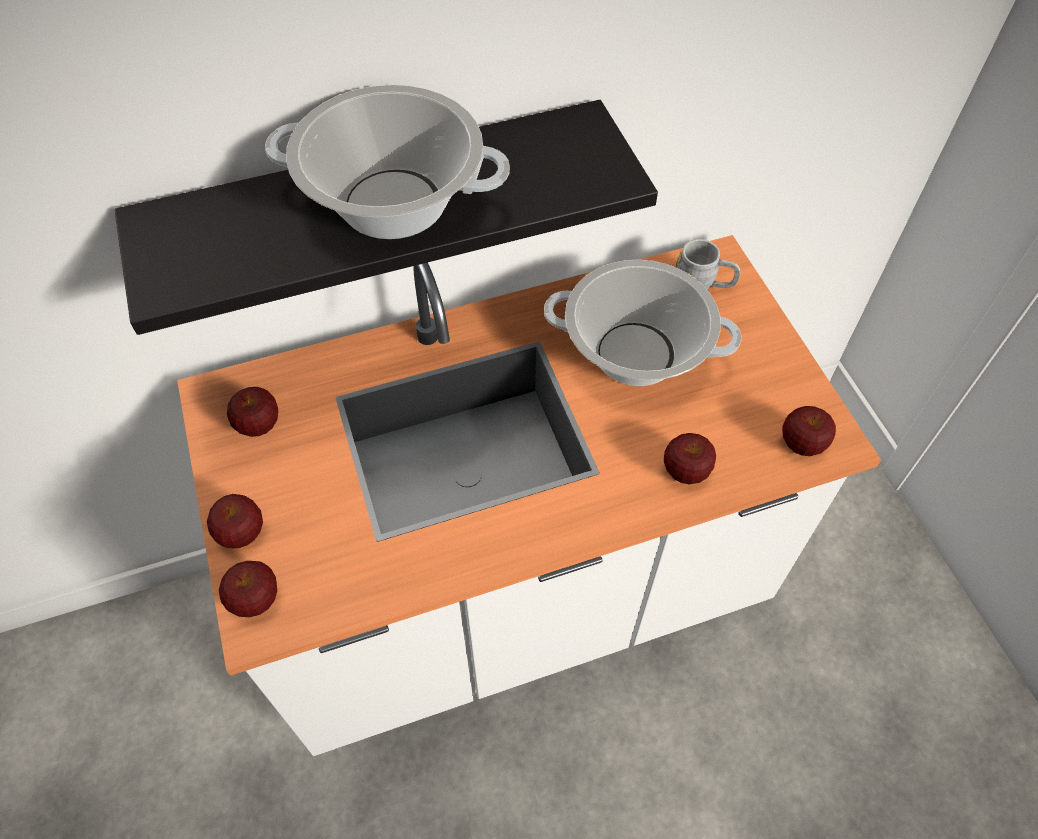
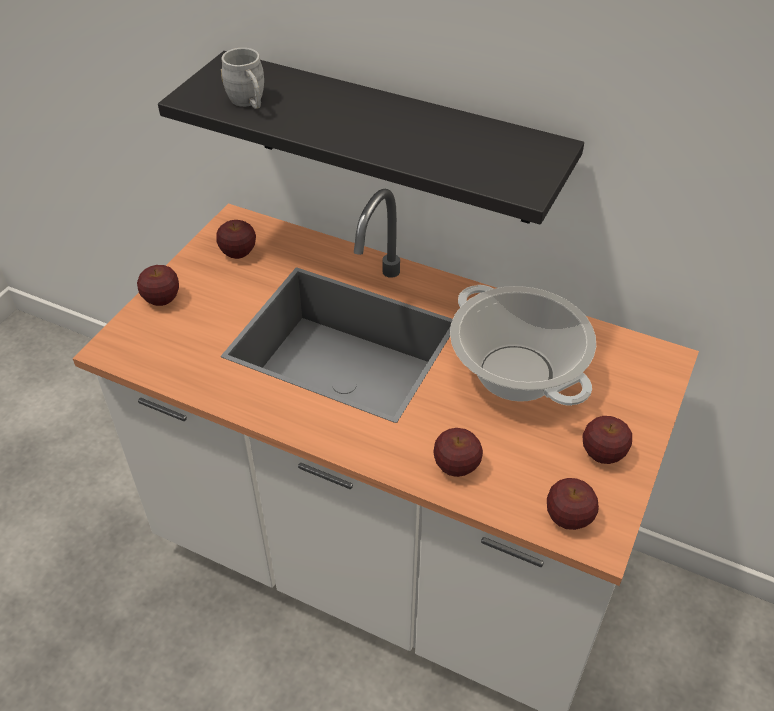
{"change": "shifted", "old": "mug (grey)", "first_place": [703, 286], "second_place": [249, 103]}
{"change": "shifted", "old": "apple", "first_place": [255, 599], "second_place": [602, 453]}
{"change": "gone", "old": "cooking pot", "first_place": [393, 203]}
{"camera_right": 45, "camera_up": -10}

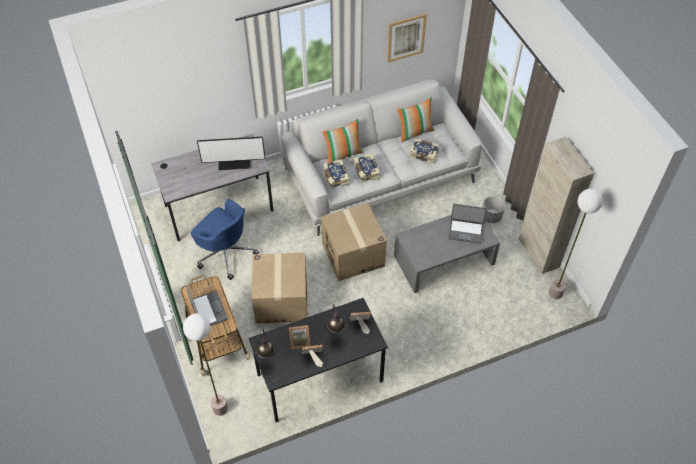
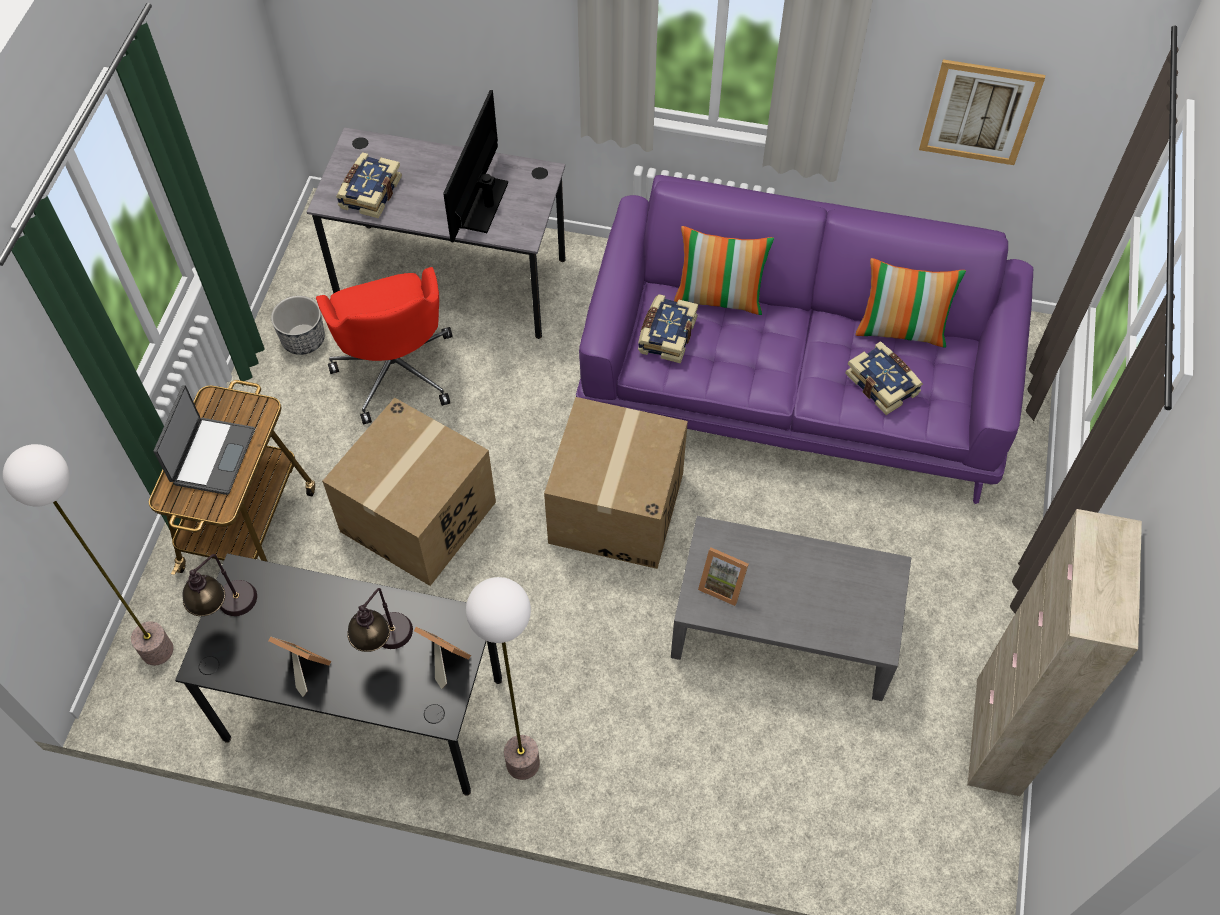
{"change": "shifted", "old": "planter", "first_place": [491, 216], "second_place": [303, 339]}
{"change": "repainted", "old": "office chair (blue)", "new": "office chair (red)", "first_place": [225, 253], "second_place": [396, 369]}
{"change": "shifted", "old": "book", "first_place": [366, 171], "second_place": [369, 192]}
{"change": "rotated", "old": "monitor", "first_place": [234, 163], "second_place": [482, 204], "degrees": 75}
{"change": "shifted", "old": "floor lamp", "first_place": [555, 293], "second_place": [523, 764]}
{"change": "repainted", "old": "sofa (white)", "new": "sofa (purple)", "first_place": [381, 175], "second_place": [796, 383]}
{"change": "shifted", "old": "picture frame", "first_place": [299, 341], "second_place": [723, 584]}
{"change": "gone", "old": "laptop", "first_place": [465, 231]}
{"camera_right": 35, "camera_up": 5}

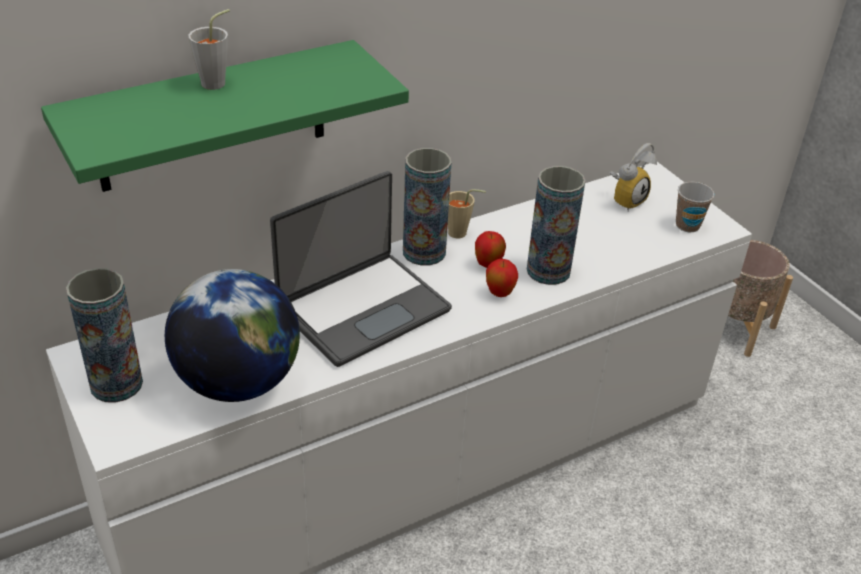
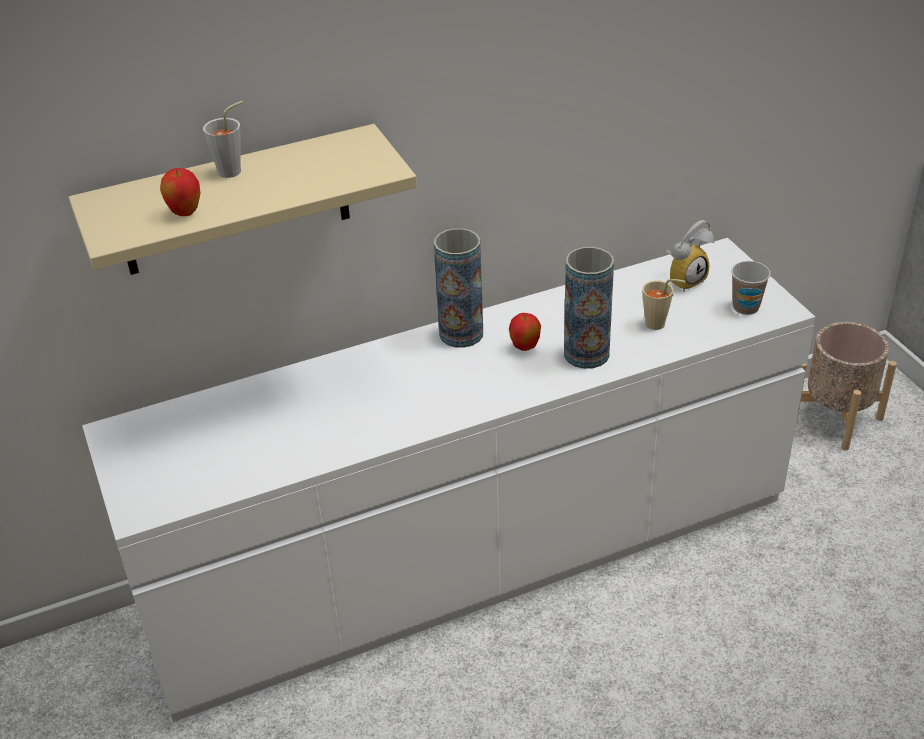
{"change": "repainted", "old": "shelf (green)", "new": "shelf (beige)", "first_place": [212, 117], "second_place": [234, 202]}
{"change": "shifted", "old": "apple", "first_place": [499, 293], "second_place": [185, 213]}
{"change": "shifted", "old": "cup (beige)", "first_place": [461, 233], "second_place": [659, 325]}
{"change": "gone", "old": "vase", "first_place": [116, 384]}
{"change": "gone", "old": "globe", "first_place": [238, 382]}
{"change": "gone", "old": "laptop", "first_place": [362, 308]}
{"camera_right": 10, "camera_up": 0}

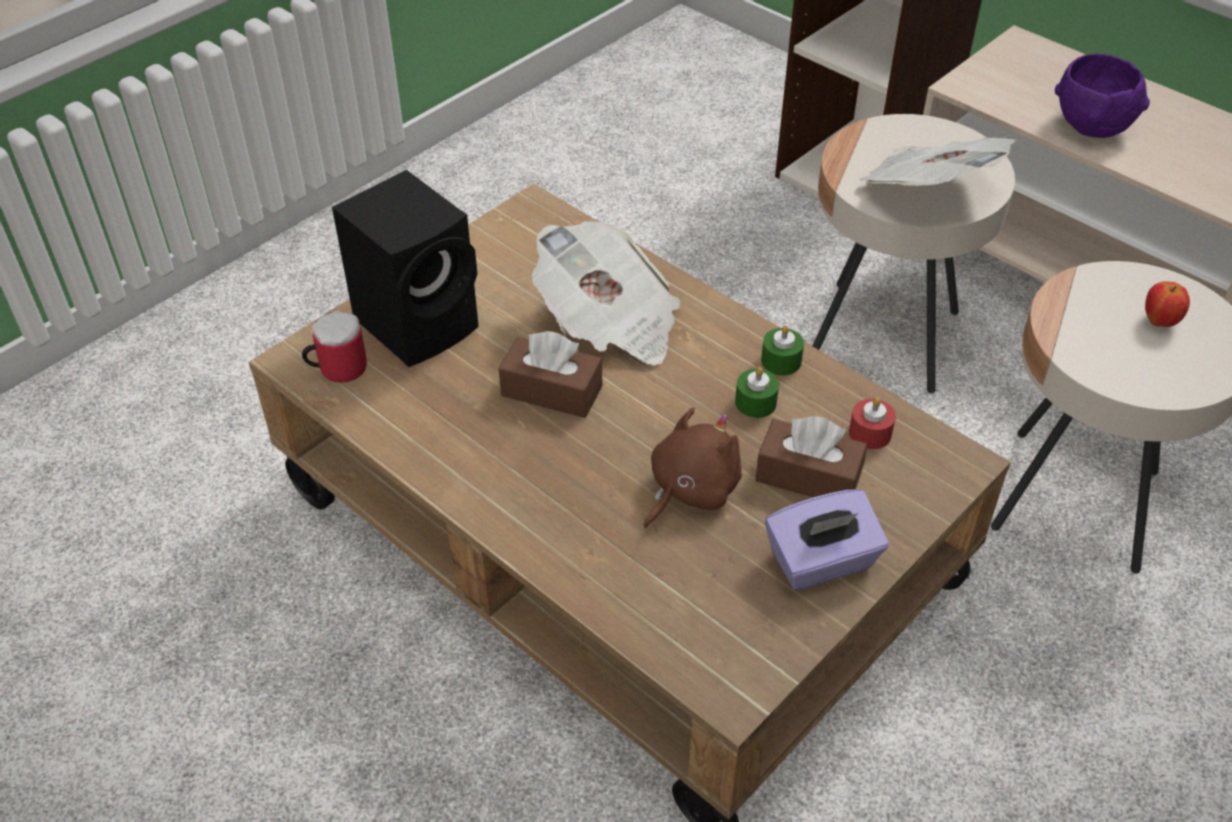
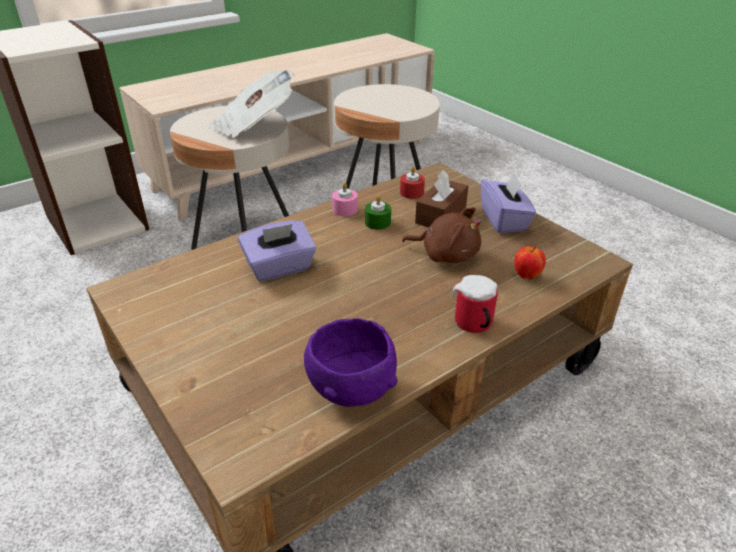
{"change": "swapped", "old": "newspaper", "new": "tissue box (purple)", "first_place": [609, 323], "second_place": [280, 268]}
{"change": "shifted", "old": "bowl (purple)", "first_place": [1091, 126], "second_place": [351, 390]}
{"change": "repainted", "old": "candle (green)", "new": "candle (pink)", "first_place": [781, 361], "second_place": [345, 209]}
{"change": "rotated", "old": "plush toy (brown)", "first_place": [690, 490], "second_place": [446, 254], "degrees": 150}
{"change": "shifted", "old": "mug", "first_place": [336, 368], "second_place": [473, 325]}
{"change": "shifted", "old": "apple", "first_place": [1159, 321], "second_place": [526, 276]}
{"change": "gone", "old": "speaker (black)", "first_place": [420, 322]}
{"change": "gone", "old": "tissue box (brown)", "first_place": [551, 391]}
{"camera_right": -80, "camera_up": -10}

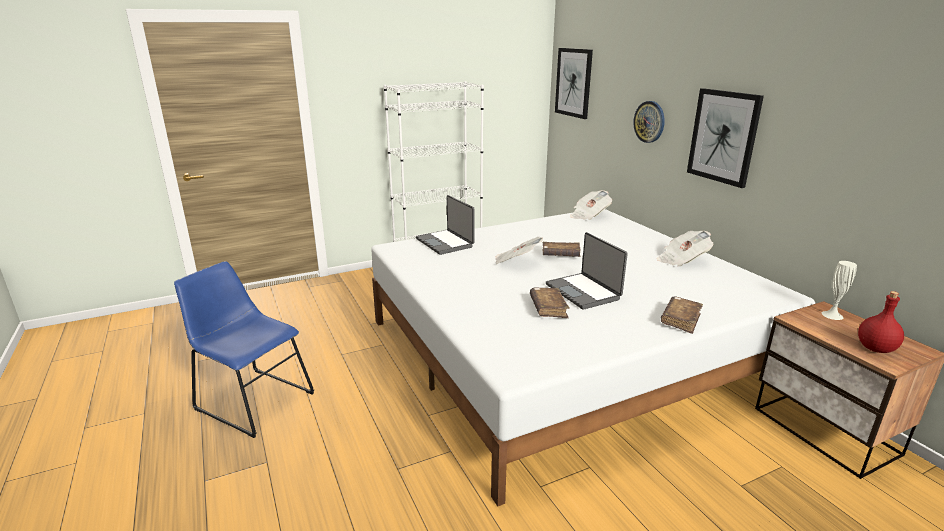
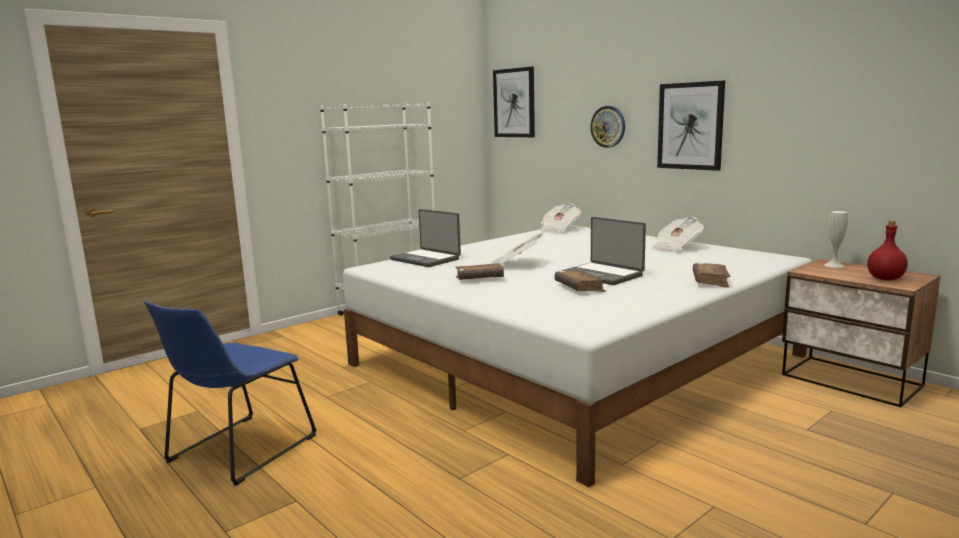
{"change": "rotated", "old": "chair (blue)", "first_place": [251, 399], "second_place": [238, 451], "degrees": -75}
{"change": "shifted", "old": "book (brown)", "first_place": [560, 255], "second_place": [479, 279]}
{"camera_right": -15, "camera_up": -10}

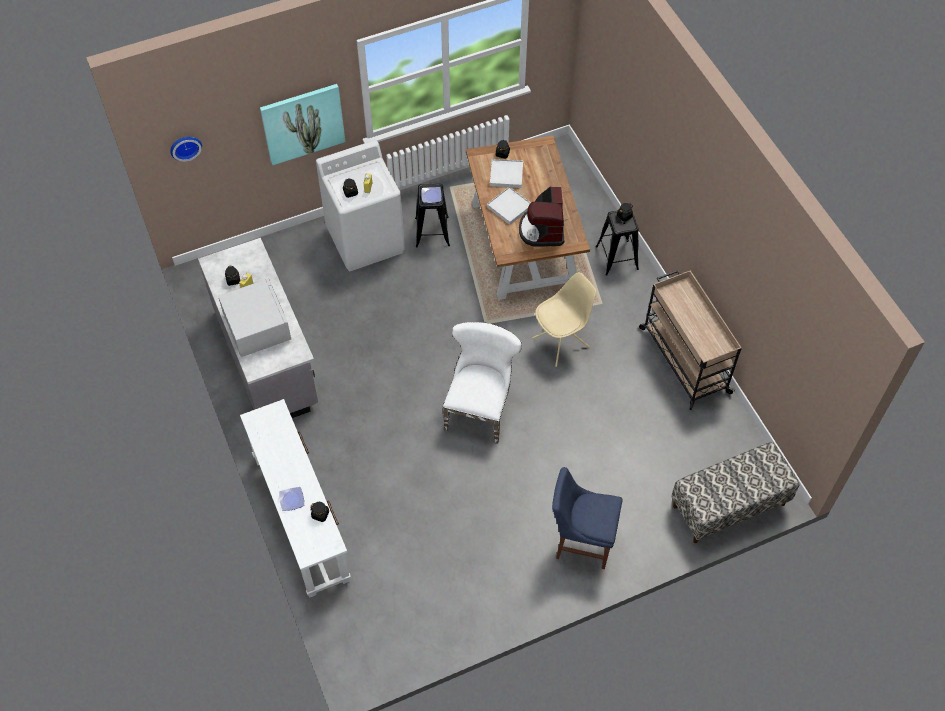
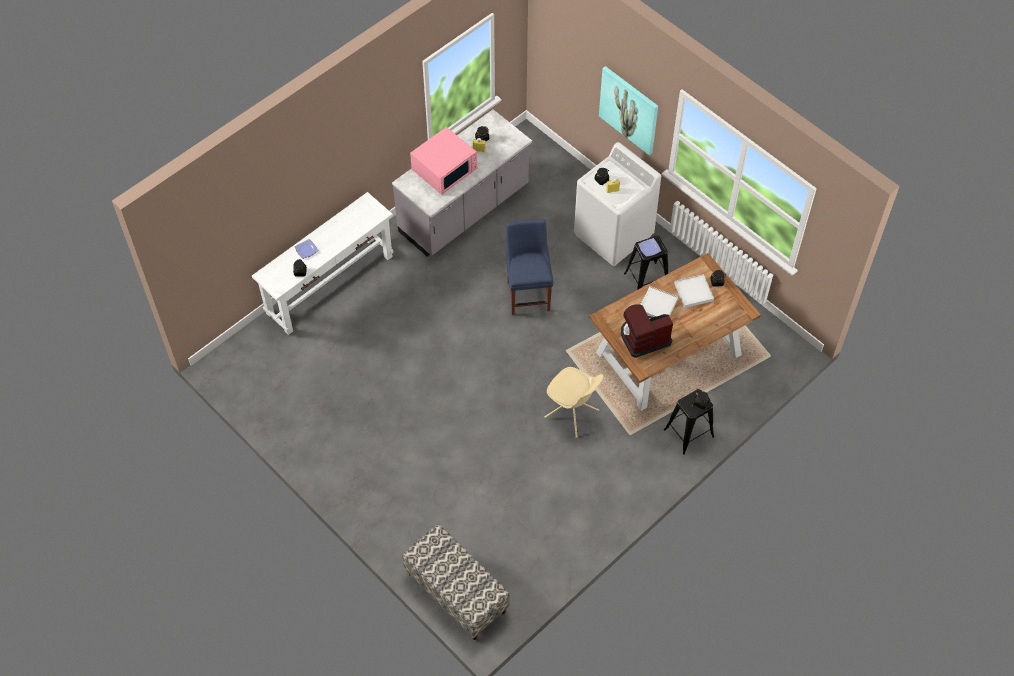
{"change": "repainted", "old": "microwave (white)", "new": "microwave (pink)", "first_place": [257, 326], "second_place": [445, 169]}
{"change": "shifted", "old": "chair (blue)", "first_place": [581, 541], "second_place": [528, 294]}
{"change": "gone", "old": "wall clock", "first_place": [185, 146]}
{"change": "gone", "old": "chair (white)", "first_place": [480, 407]}
{"change": "gone", "old": "cart (beige)", "first_place": [683, 359]}
{"camera_right": 70, "camera_up": 0}

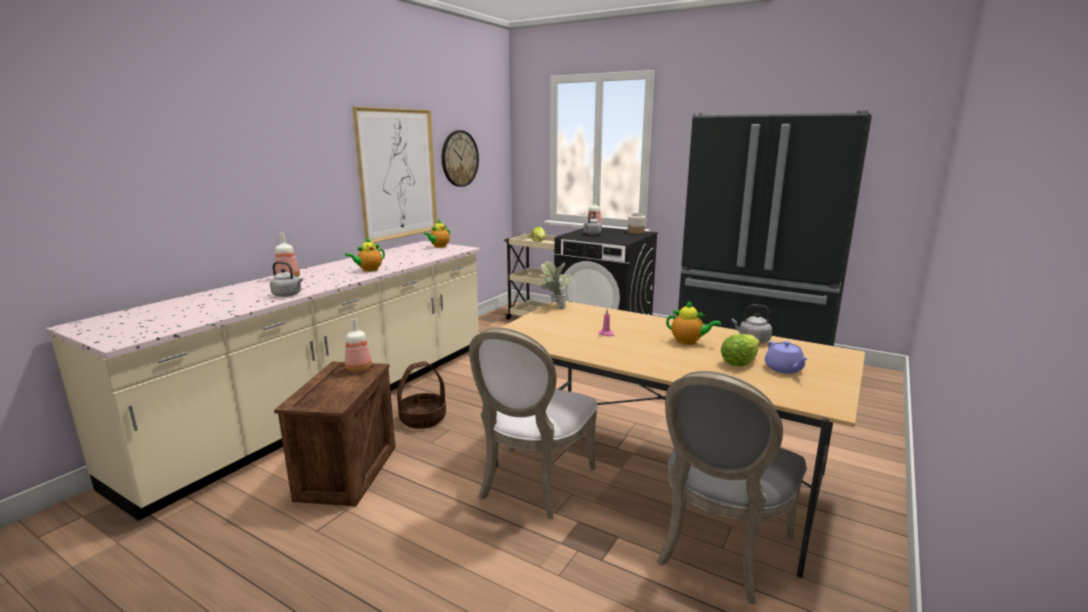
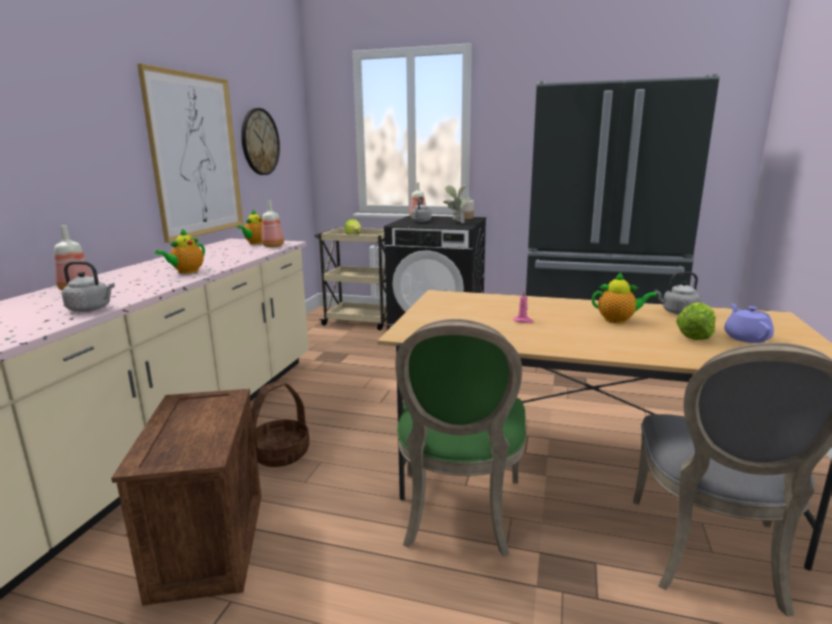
{"change": "shifted", "old": "bottle", "first_place": [358, 369], "second_place": [273, 246]}
{"change": "repainted", "old": "chair (white)", "new": "chair (green)", "first_place": [532, 484], "second_place": [458, 514]}
{"change": "shifted", "old": "potted plant", "first_place": [554, 307], "second_place": [455, 223]}
{"change": "rotated", "old": "teapot (purple)", "first_place": [784, 369], "second_place": [746, 338], "degrees": -150}
{"camera_right": -15, "camera_up": 0}

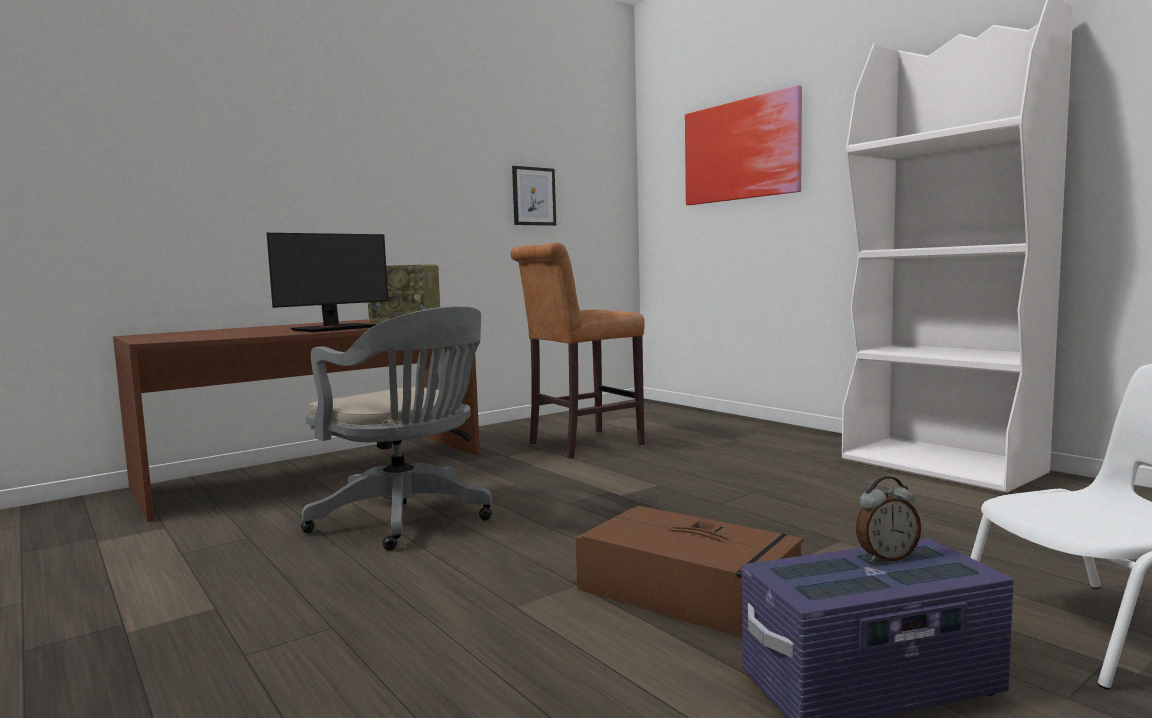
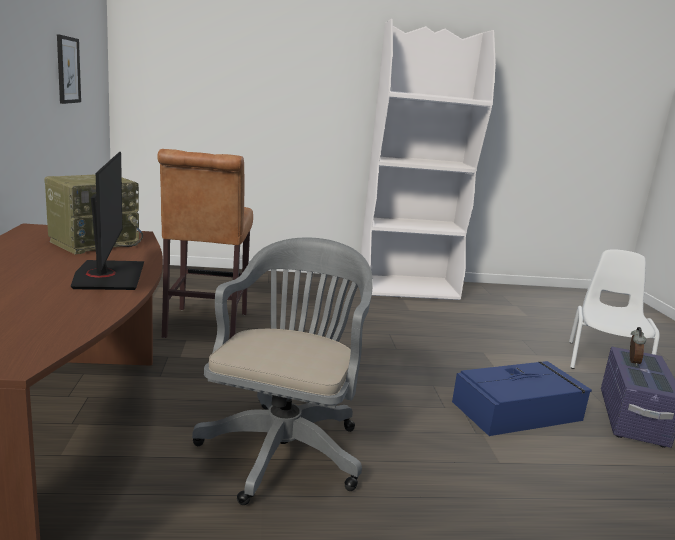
{"change": "rotated", "old": "office chair (grey)", "first_place": [407, 519], "second_place": [285, 446], "degrees": -60}
{"change": "repainted", "old": "storage box (brown)", "new": "storage box (blue)", "first_place": [690, 593], "second_place": [518, 410]}
{"change": "gone", "old": "picture", "first_place": [741, 150]}
{"camera_right": -60, "camera_up": 10}

